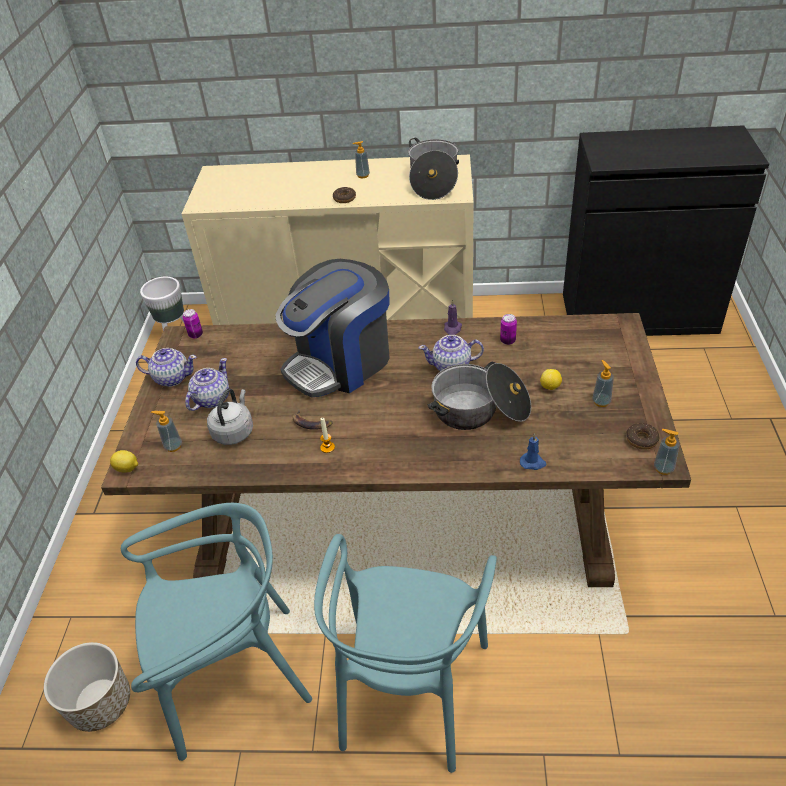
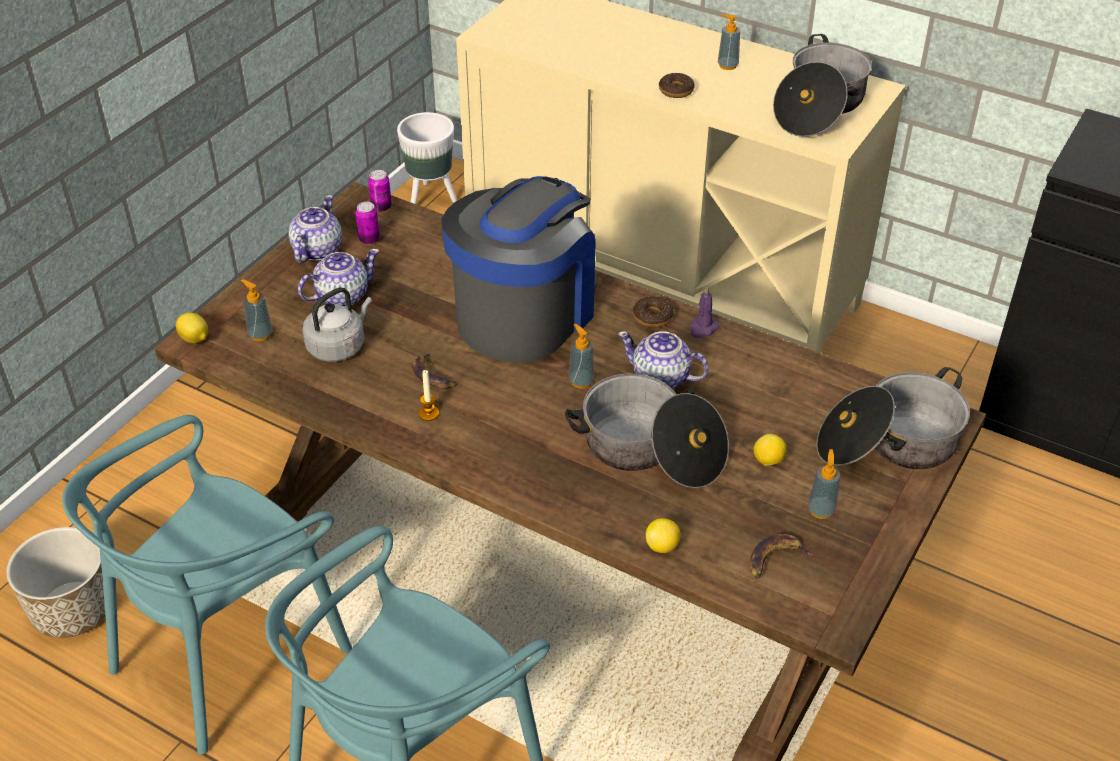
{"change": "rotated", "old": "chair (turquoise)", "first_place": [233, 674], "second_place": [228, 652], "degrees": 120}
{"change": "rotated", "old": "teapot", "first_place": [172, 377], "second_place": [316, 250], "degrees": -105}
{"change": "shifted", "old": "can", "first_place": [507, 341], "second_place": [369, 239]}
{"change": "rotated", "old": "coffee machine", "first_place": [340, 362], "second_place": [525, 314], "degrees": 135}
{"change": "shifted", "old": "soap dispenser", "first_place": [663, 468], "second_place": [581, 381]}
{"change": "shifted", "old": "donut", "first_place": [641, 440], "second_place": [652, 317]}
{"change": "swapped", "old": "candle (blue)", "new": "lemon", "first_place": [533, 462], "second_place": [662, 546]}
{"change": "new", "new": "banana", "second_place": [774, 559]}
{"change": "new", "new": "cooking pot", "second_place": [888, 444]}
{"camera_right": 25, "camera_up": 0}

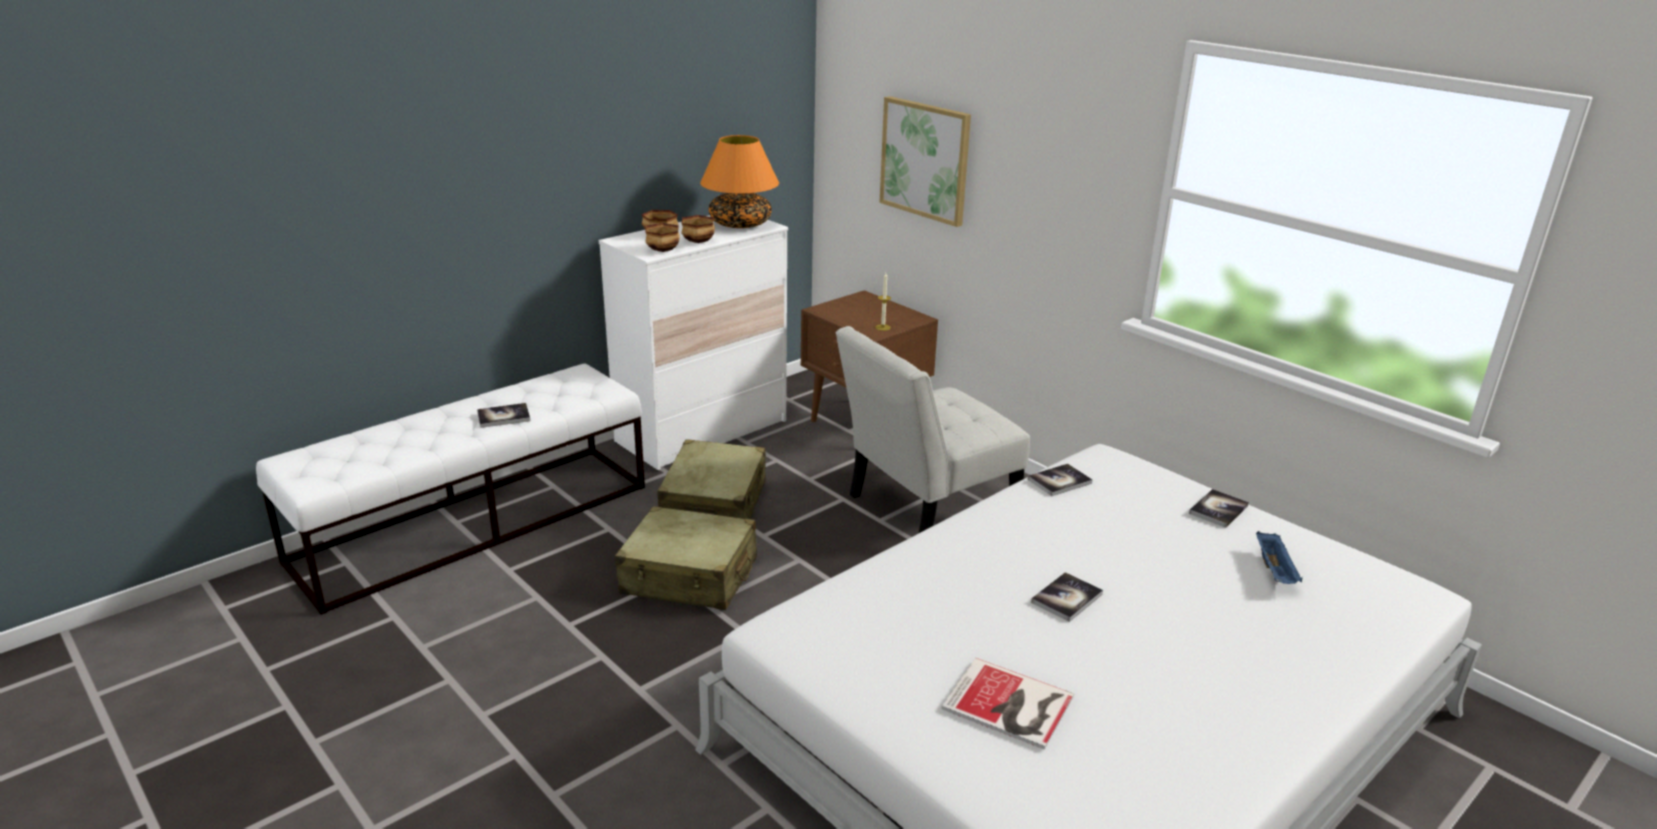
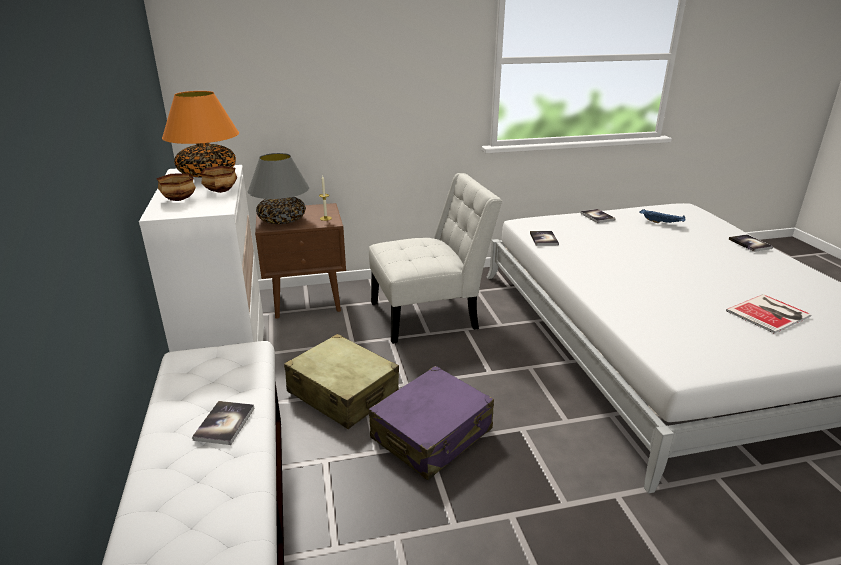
{"change": "new", "new": "table lamp (grey)", "second_place": [282, 220]}
{"change": "rotated", "old": "chair (white)", "first_place": [924, 509], "second_place": [430, 315], "degrees": -105}
{"change": "repainted", "old": "suitcase (beige)", "new": "suitcase (purple)", "first_place": [689, 576], "second_place": [432, 434]}
{"change": "shifted", "old": "book", "first_place": [1066, 598], "second_place": [750, 244]}
{"change": "gone", "old": "bowl", "first_place": [662, 250]}
{"change": "gone", "old": "picture", "first_place": [925, 160]}
{"camera_right": -60, "camera_up": 0}

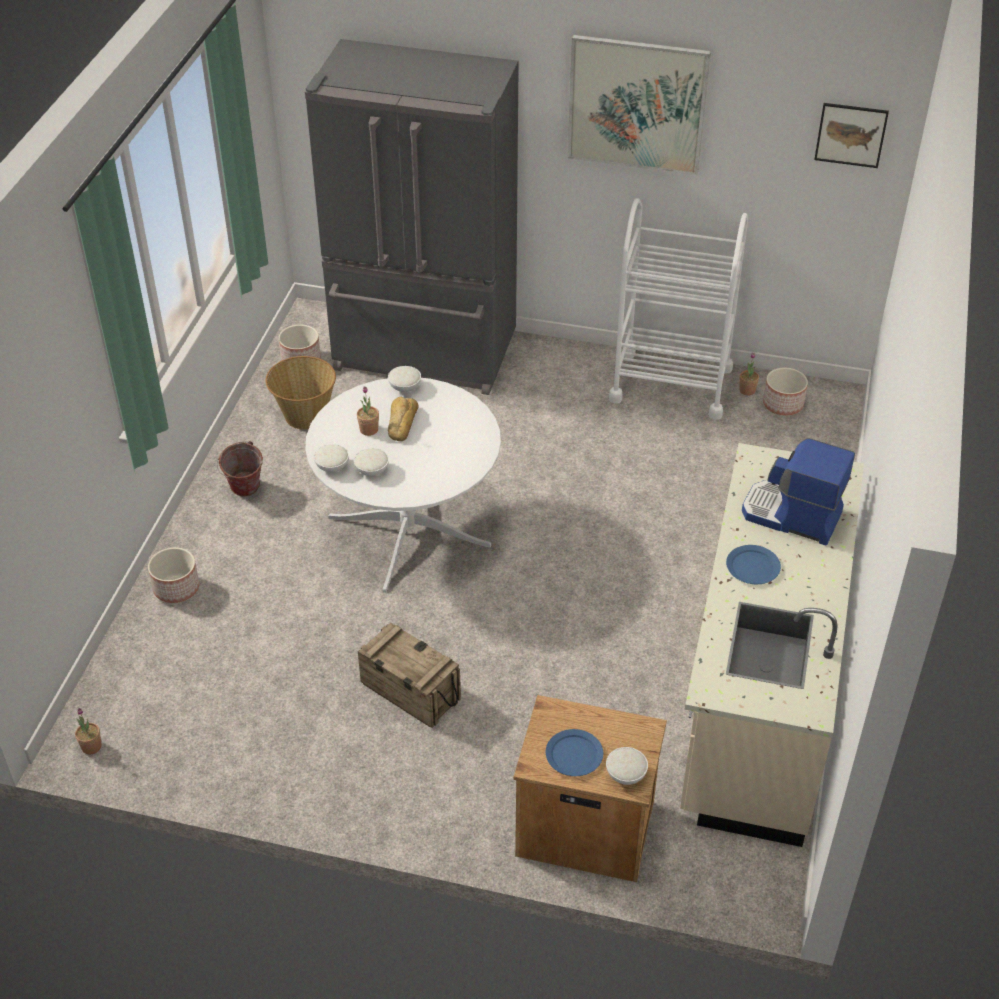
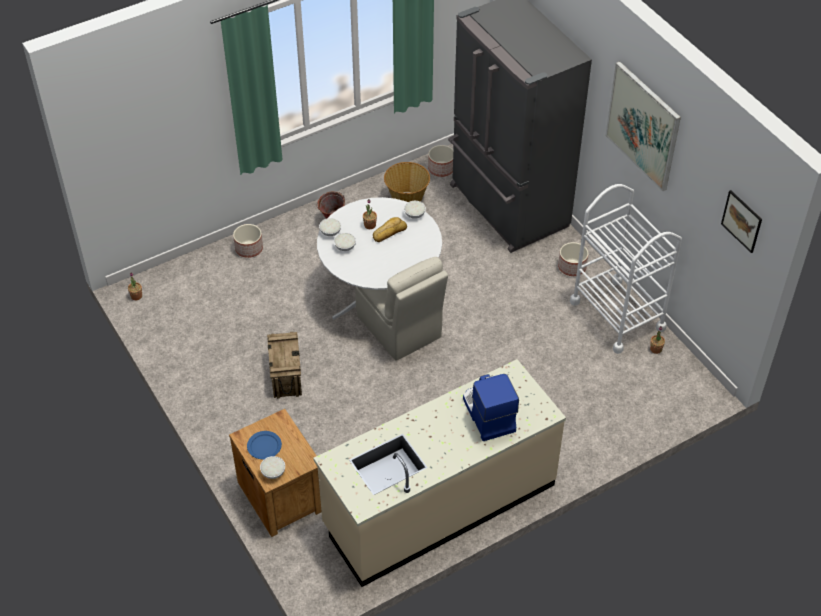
{"change": "new", "new": "chair (beige)", "second_place": [400, 328]}
{"change": "shifted", "old": "planter", "first_place": [783, 404], "second_place": [572, 267]}
{"change": "gone", "old": "plate (blue)", "first_place": [752, 567]}
{"camera_right": 45, "camera_up": 5}

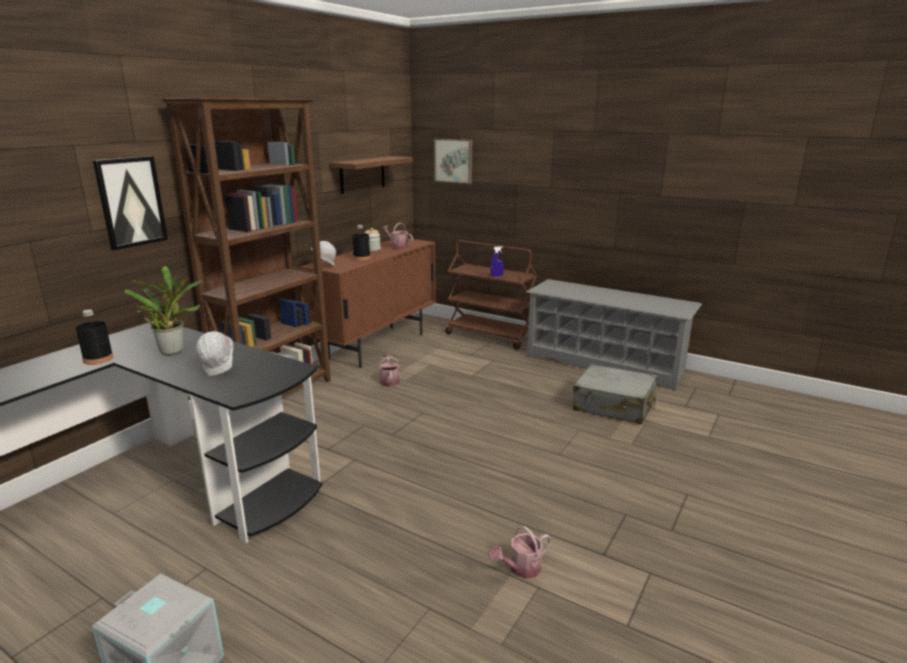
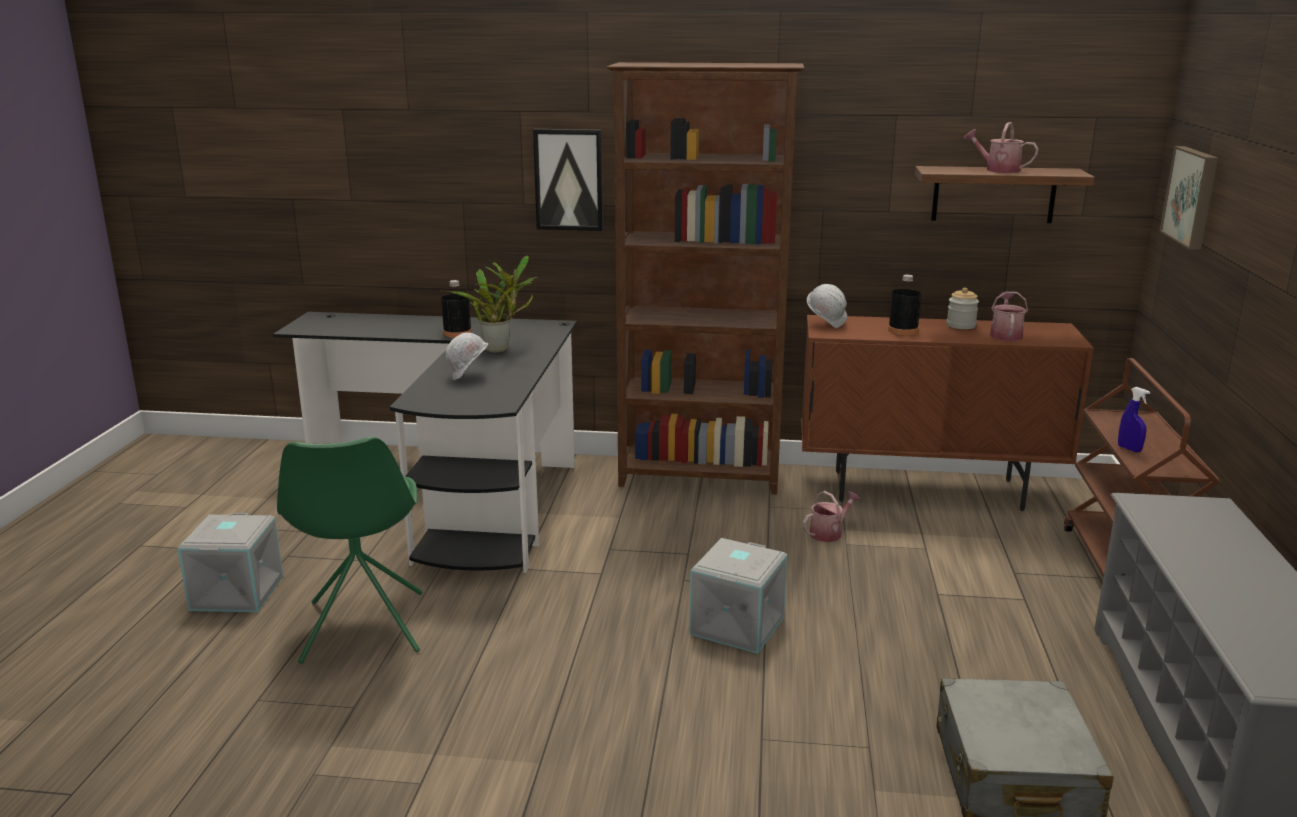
{"change": "new", "new": "chair (green)", "second_place": [363, 628]}
{"change": "new", "new": "storage box (grey)", "second_place": [736, 625]}
{"change": "shifted", "old": "watering can", "first_place": [521, 569], "second_place": [998, 170]}
{"camera_right": 65, "camera_up": 0}

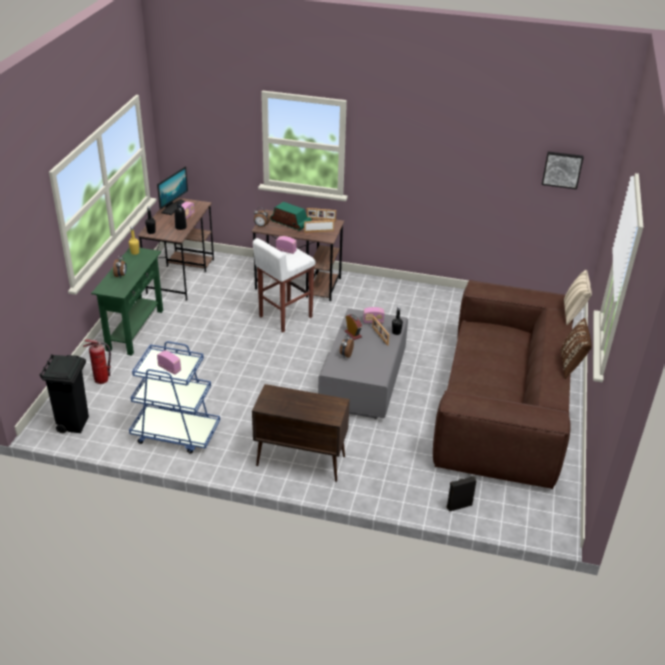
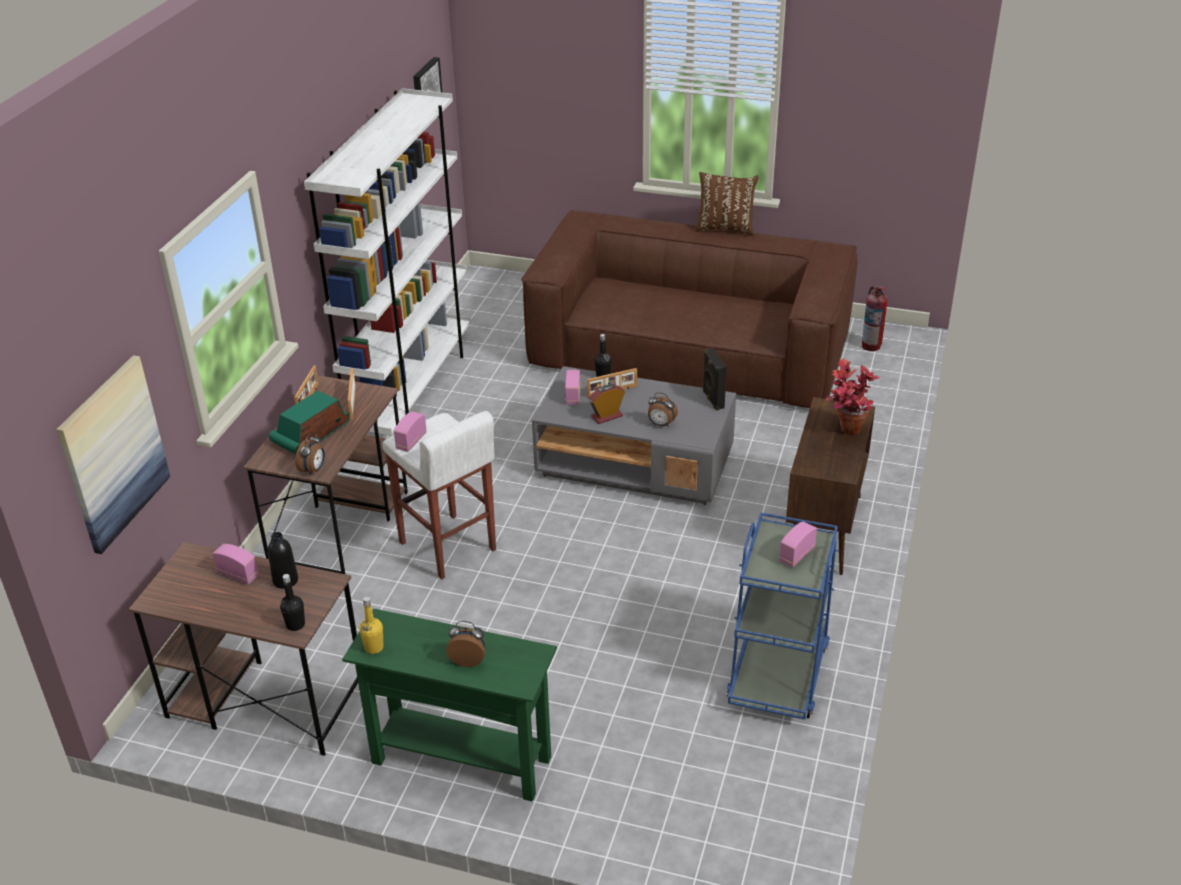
{"change": "new", "new": "picture", "second_place": [113, 453]}
{"change": "new", "new": "bookcase (white)", "second_place": [411, 389]}
{"change": "shifted", "old": "speaker (black)", "first_place": [459, 505], "second_place": [712, 400]}
{"change": "new", "new": "potted plant", "second_place": [845, 433]}
{"change": "shifted", "old": "fire extinguisher", "first_place": [101, 379], "second_place": [871, 345]}
{"change": "gone", "old": "trash can (black)", "first_place": [74, 424]}
{"change": "gone", "old": "monitor", "first_place": [174, 207]}
{"change": "gone", "old": "pillow (beige)", "first_place": [573, 313]}
{"camera_right": -85, "camera_up": 0}

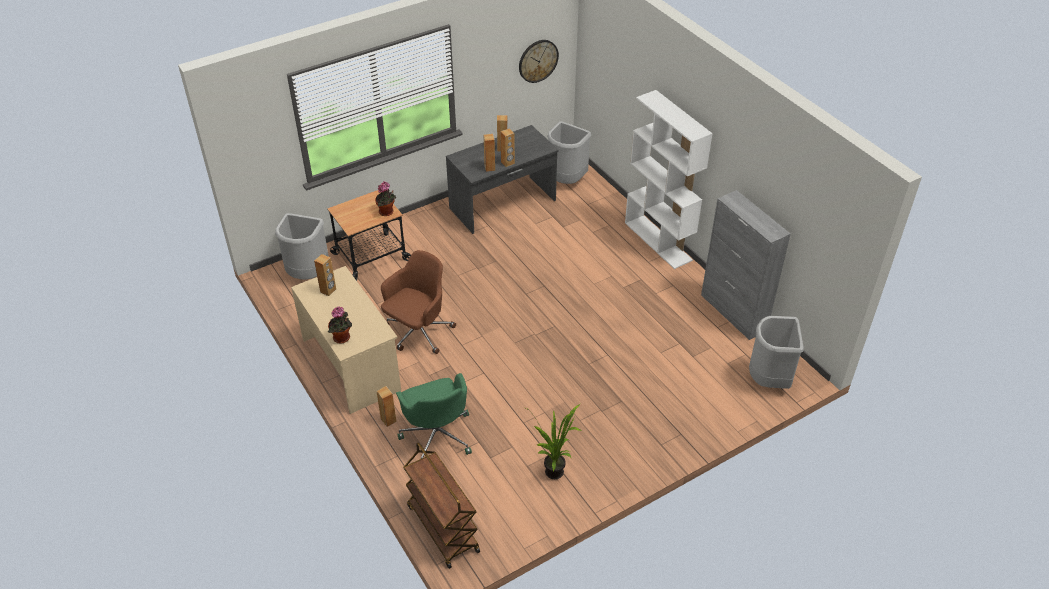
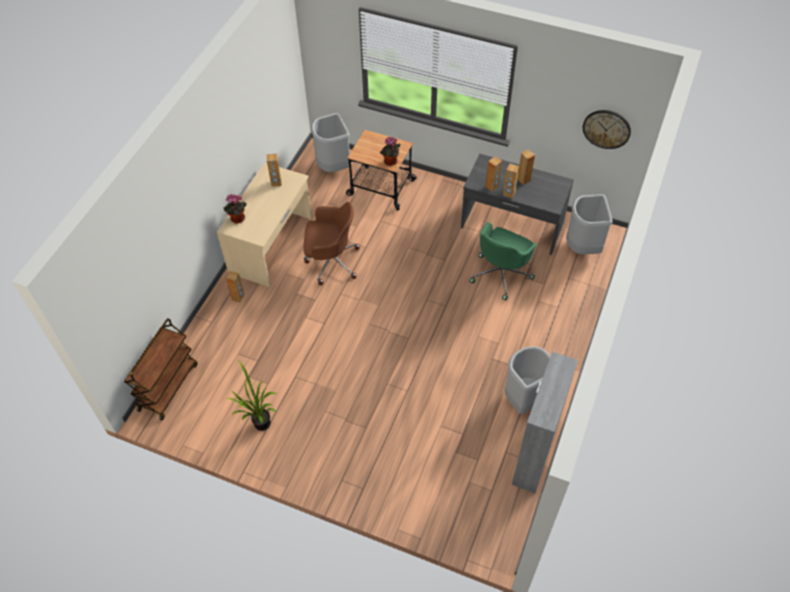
{"change": "shifted", "old": "office chair (green)", "first_place": [437, 435], "second_place": [501, 274]}
{"change": "shifted", "old": "trash can (grey)", "first_place": [768, 380], "second_place": [524, 399]}
{"change": "gone", "old": "bookcase (white)", "first_place": [658, 241]}
{"camera_right": 55, "camera_up": 10}

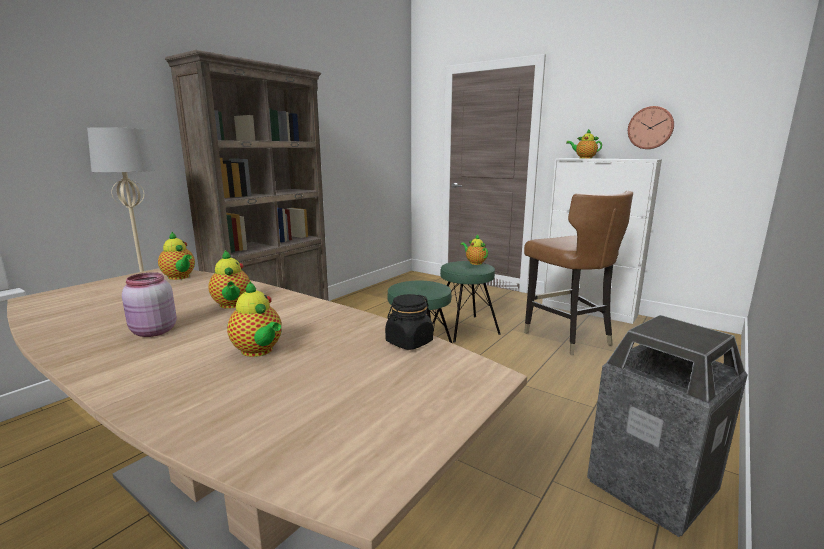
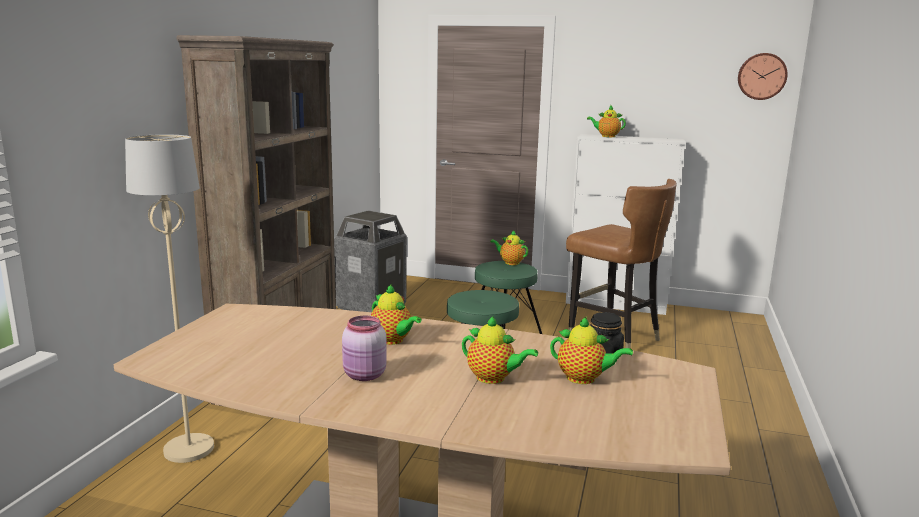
{"change": "shifted", "old": "trash can", "first_place": [651, 486], "second_place": [371, 306]}
{"change": "shifted", "old": "teapot", "first_place": [180, 277], "second_place": [584, 379]}
{"change": "shifted", "old": "wall clock", "first_place": [650, 128], "second_place": [761, 76]}
{"camera_right": -20, "camera_up": 0}

